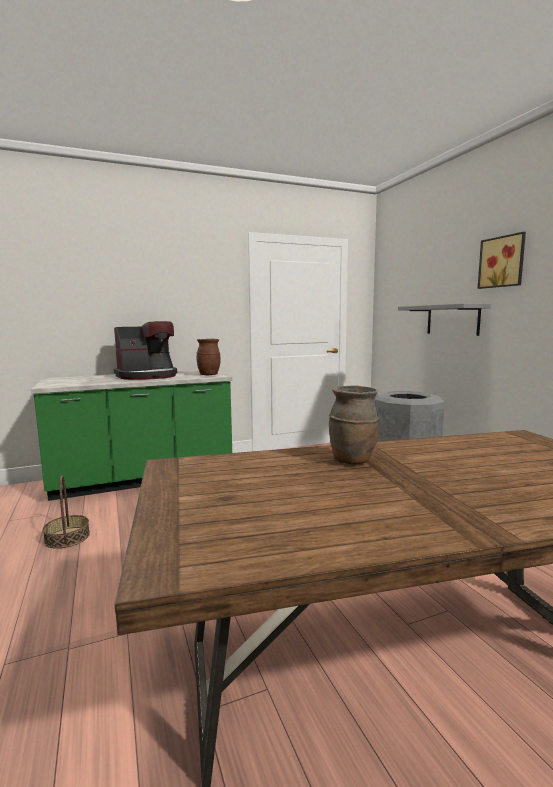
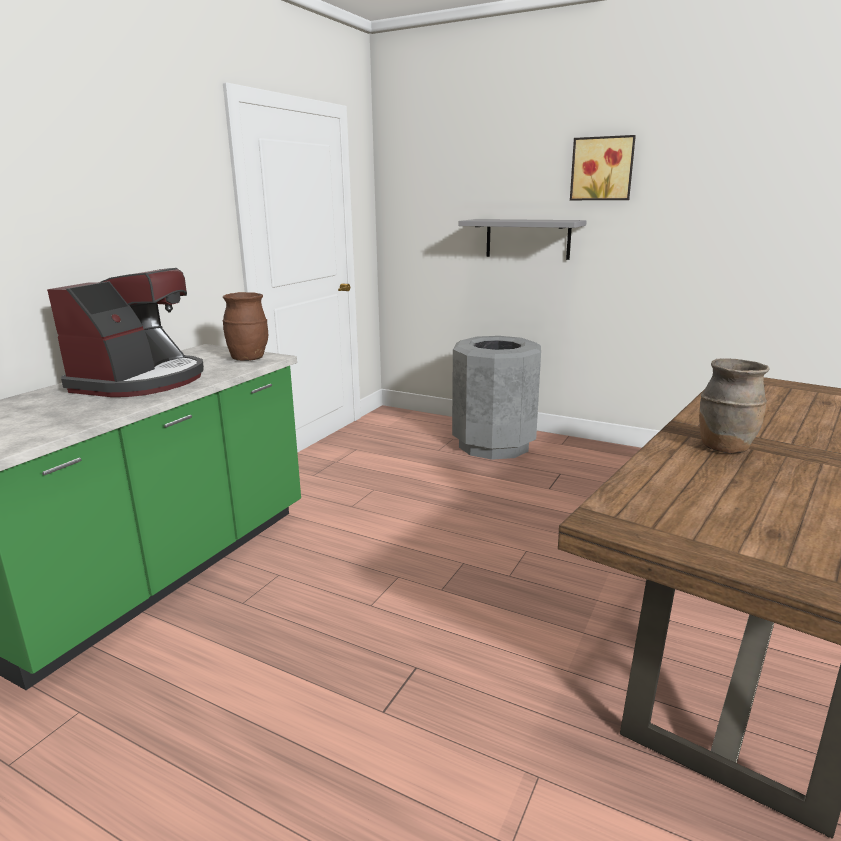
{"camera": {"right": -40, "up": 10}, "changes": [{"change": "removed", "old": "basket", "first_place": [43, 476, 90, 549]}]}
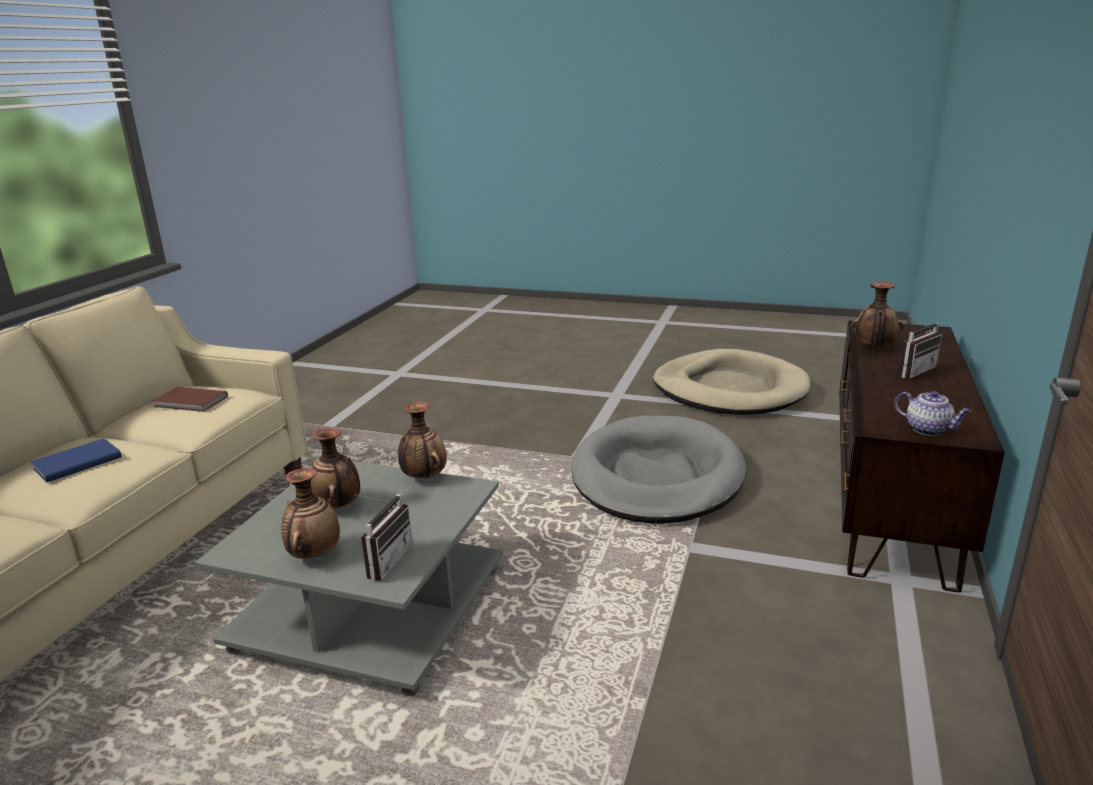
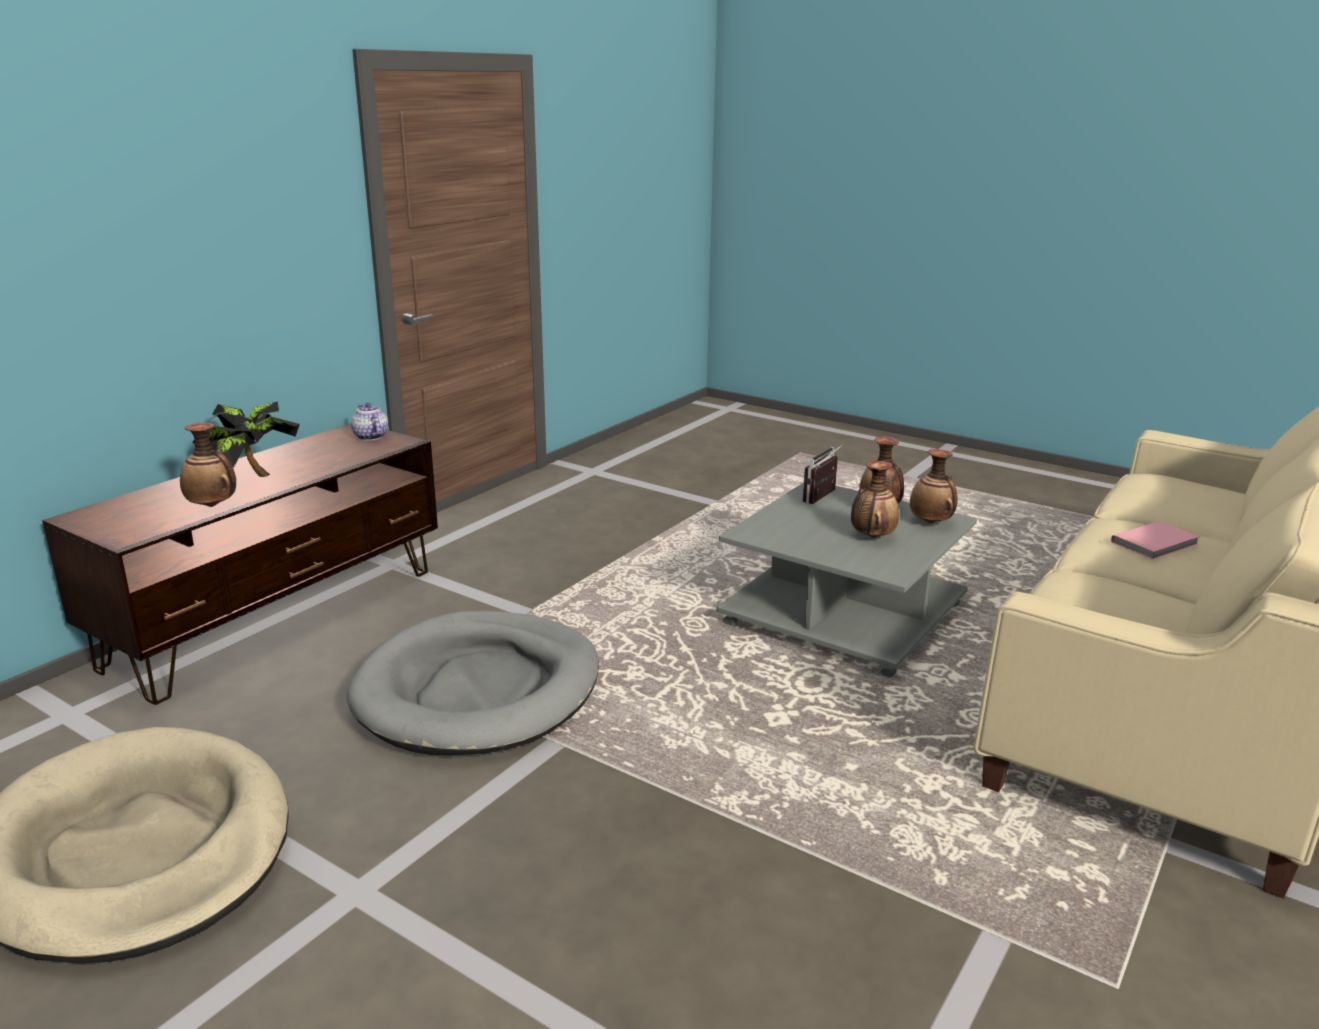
{"camera": {"right": -165, "up": 0}, "changes": [{"change": "recoloured", "old": "blue book", "new": "pink book", "first_place": [31, 438, 122, 483], "second_place": [1111, 521, 1200, 560]}, {"change": "removed", "old": "brown book", "first_place": [153, 387, 228, 412]}, {"change": "moved", "old": "vase", "first_place": [398, 402, 447, 478], "second_place": [910, 449, 958, 524]}, {"change": "replaced", "old": "radio", "new": "potted plant", "first_place": [898, 312, 942, 379], "second_place": [192, 401, 300, 477]}]}
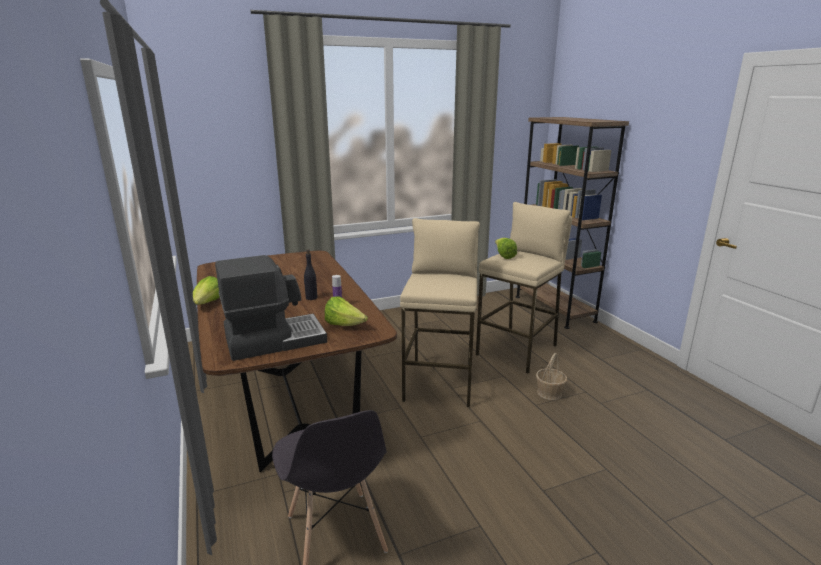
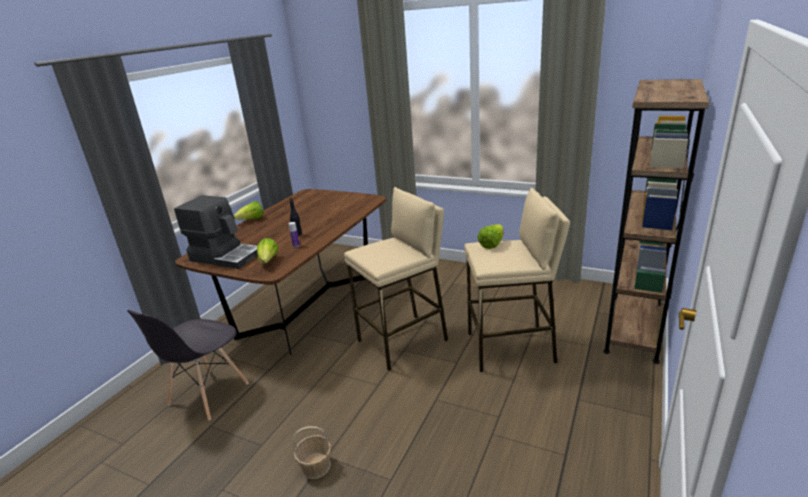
{"camera": {"right": 50, "up": 5}, "changes": [{"change": "moved", "old": "basket", "first_place": [536, 353, 567, 400], "second_place": [293, 426, 331, 479]}]}
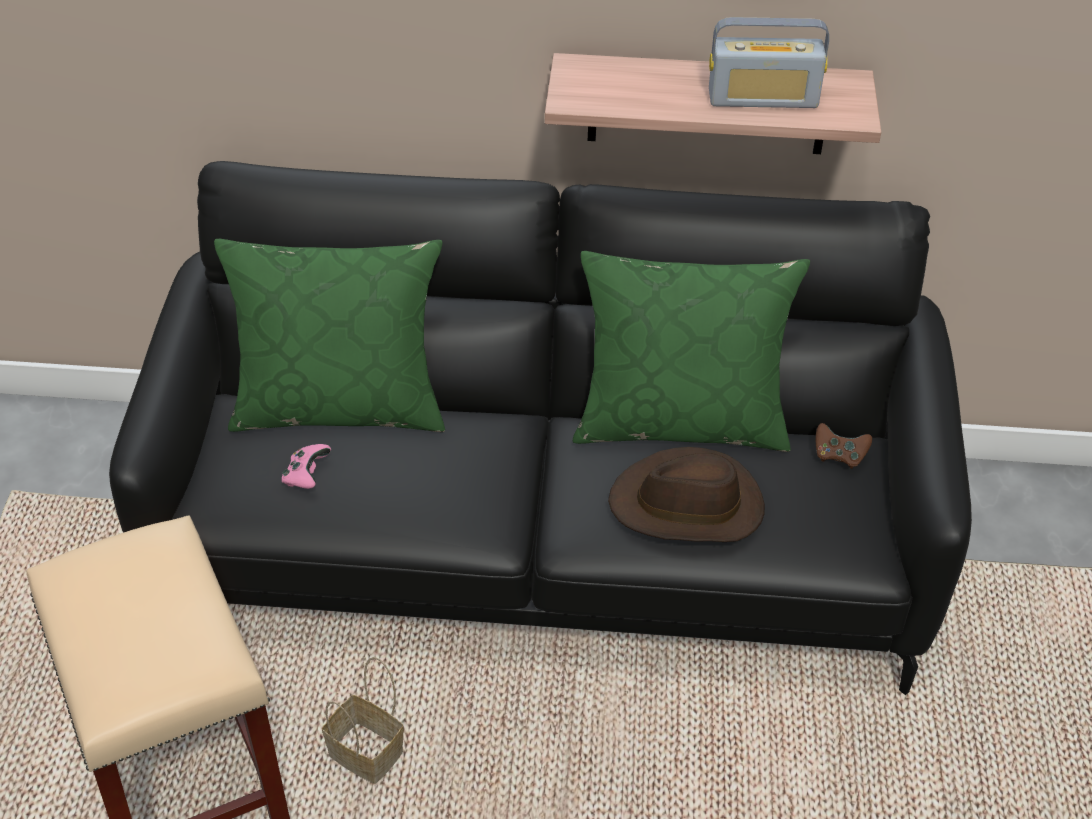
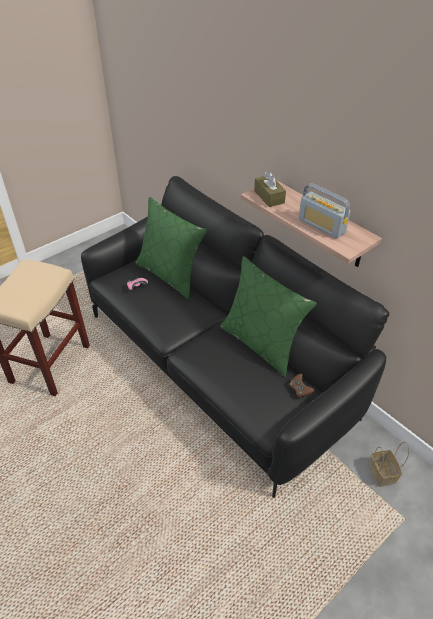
{"camera": {"right": 45, "up": 0}, "changes": [{"change": "moved", "old": "basket", "first_place": [322, 657, 404, 784], "second_place": [368, 442, 409, 487]}, {"change": "removed", "old": "brown hat", "first_place": [608, 447, 765, 542]}, {"change": "added", "new": "brown tissue box", "second_place": [254, 171, 286, 207]}]}
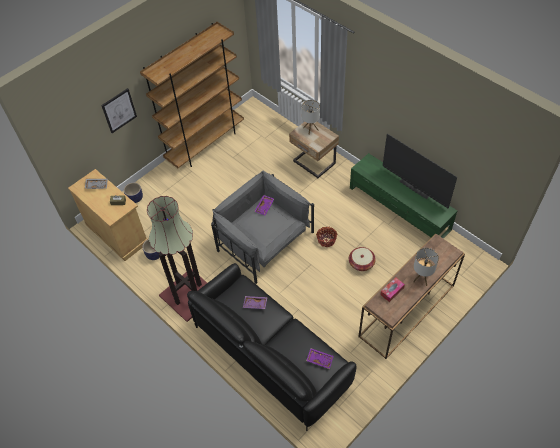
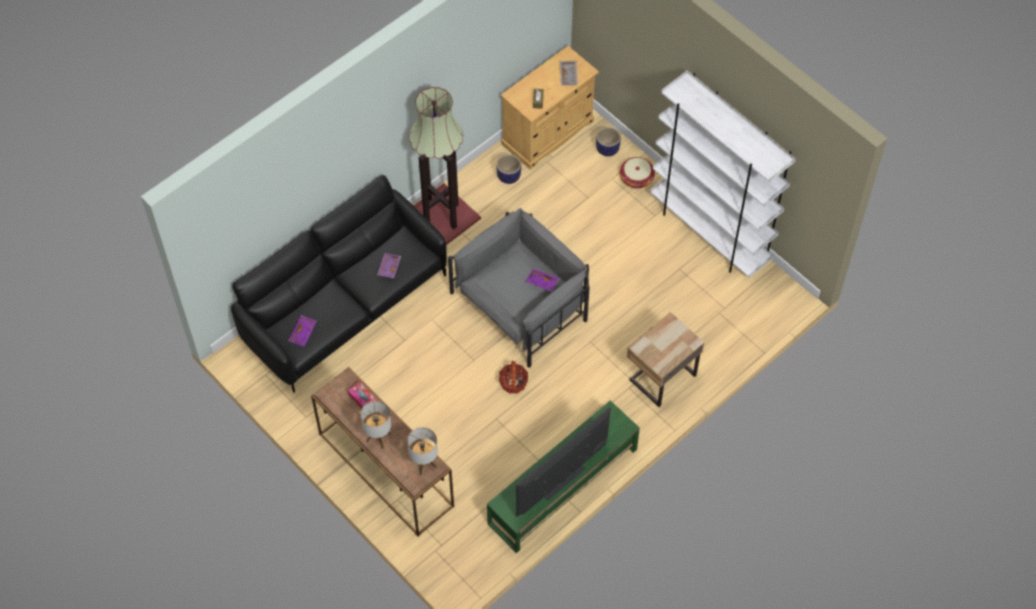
{"camera": {"right": 90, "up": 5}, "changes": [{"change": "removed", "old": "picture", "first_place": [101, 88, 137, 133]}, {"change": "recoloured", "old": "brown bookcase", "new": "white bookcase", "first_place": [140, 22, 244, 168], "second_place": [650, 70, 796, 278]}, {"change": "moved", "old": "table lamp", "first_place": [302, 100, 320, 135], "second_place": [407, 427, 438, 475]}, {"change": "moved", "old": "basket", "first_place": [349, 247, 376, 271], "second_place": [620, 157, 655, 188]}]}
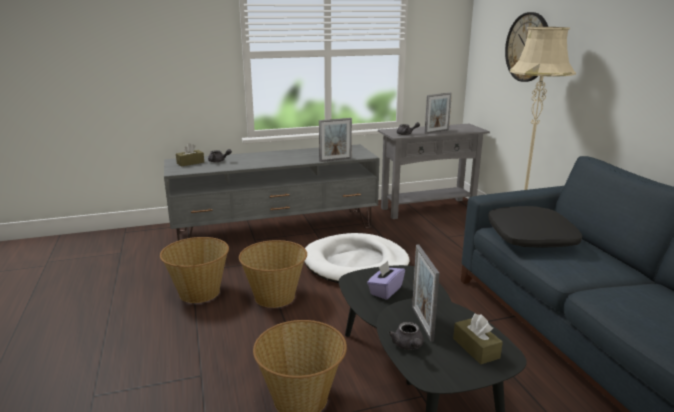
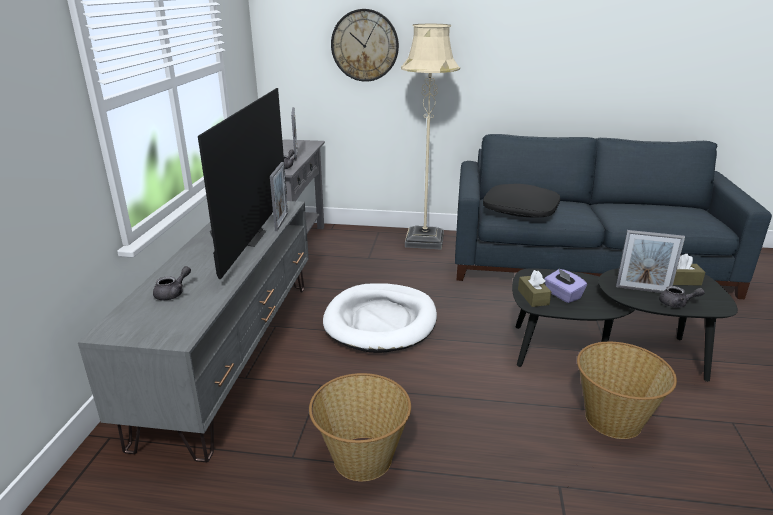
{"camera": {"right": -65, "up": 5}, "changes": [{"change": "moved", "old": "brown tissue box", "first_place": [176, 143, 204, 167], "second_place": [518, 270, 551, 307]}, {"change": "removed", "old": "basket", "first_place": [239, 240, 307, 308]}, {"change": "added", "new": "television", "second_place": [198, 88, 287, 279]}]}
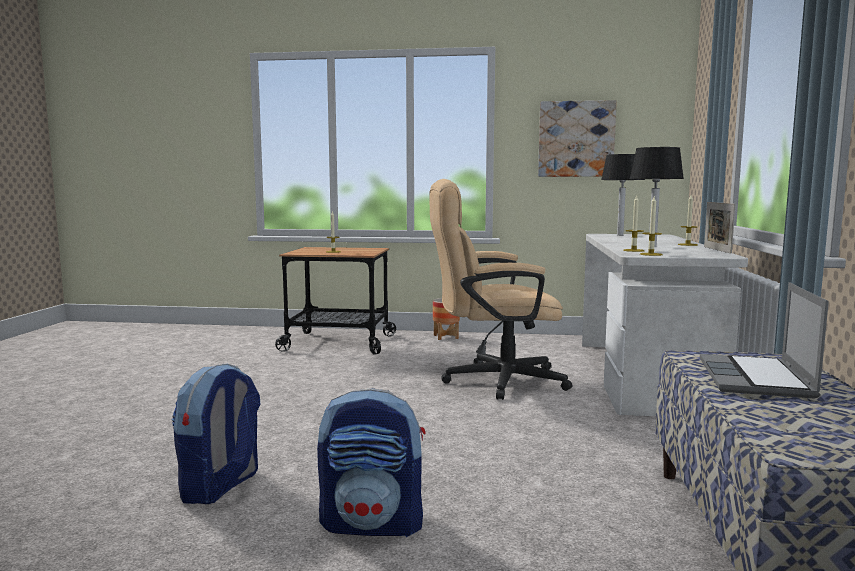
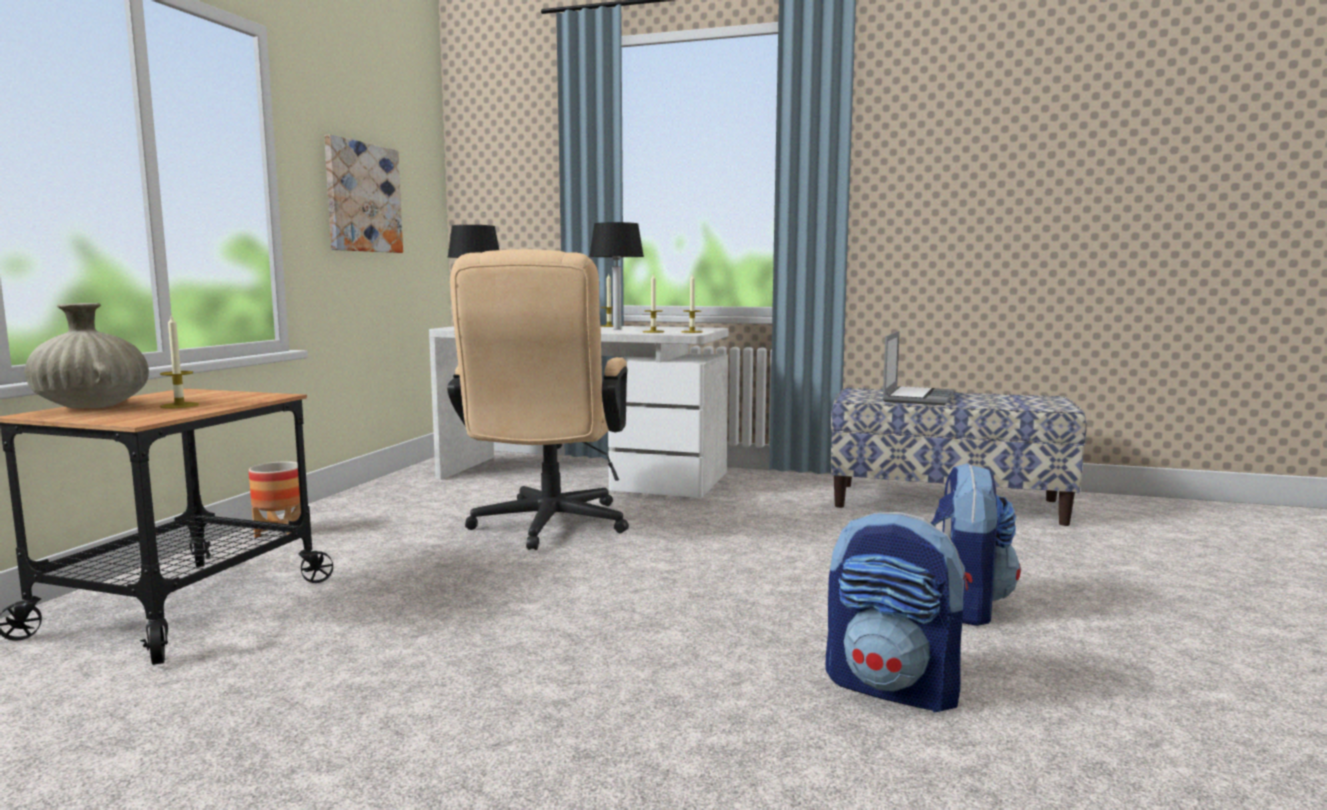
{"camera": {"right": -80, "up": 0}, "changes": [{"change": "turned", "old": "laptop", "first_place": [700, 282, 829, 399], "second_place": [882, 331, 955, 405], "degrees": -90}, {"change": "removed", "old": "picture frame", "first_place": [704, 202, 735, 254]}, {"change": "added", "new": "beige vase", "second_place": [24, 303, 149, 408]}]}
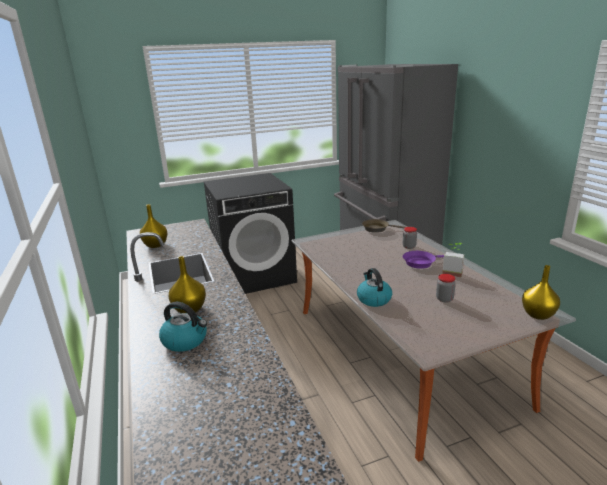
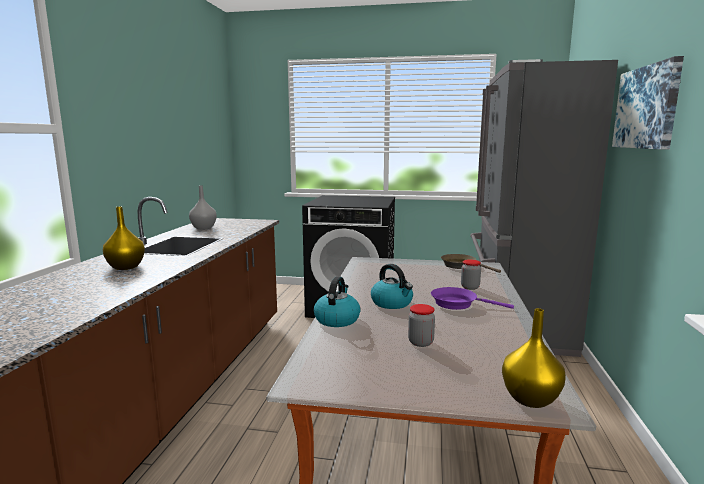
{"camera": {"right": 30, "up": -10}, "changes": [{"change": "recoloured", "old": "yellow vase", "new": "grey vase", "first_place": [140, 204, 167, 248], "second_place": [189, 185, 217, 230]}, {"change": "moved", "old": "kettle", "first_place": [159, 302, 207, 352], "second_place": [371, 264, 413, 309]}, {"change": "removed", "old": "potted plant", "first_place": [442, 243, 464, 277]}, {"change": "added", "new": "picture", "second_place": [612, 56, 684, 149]}]}
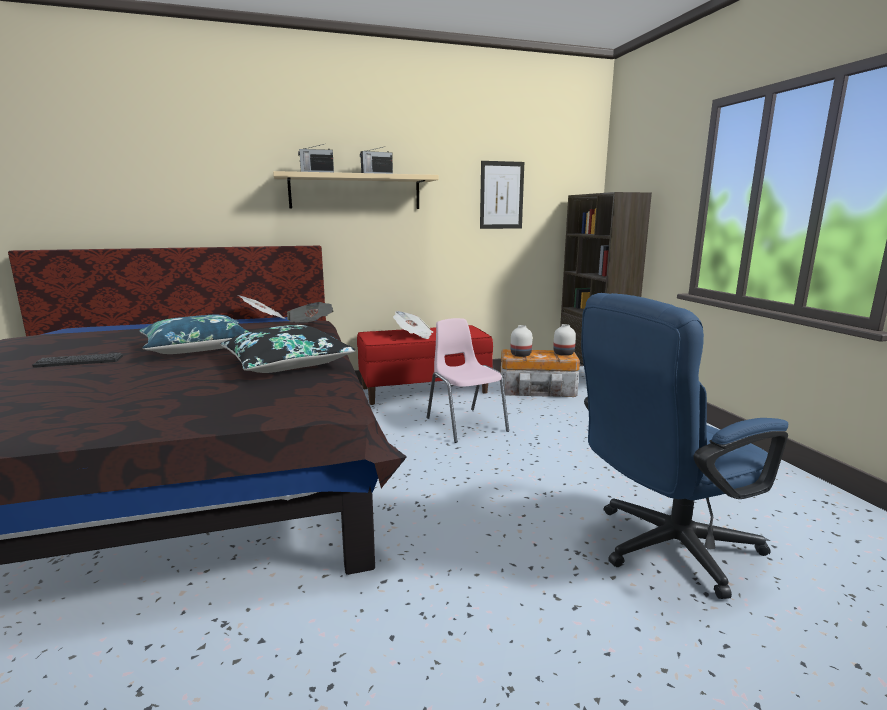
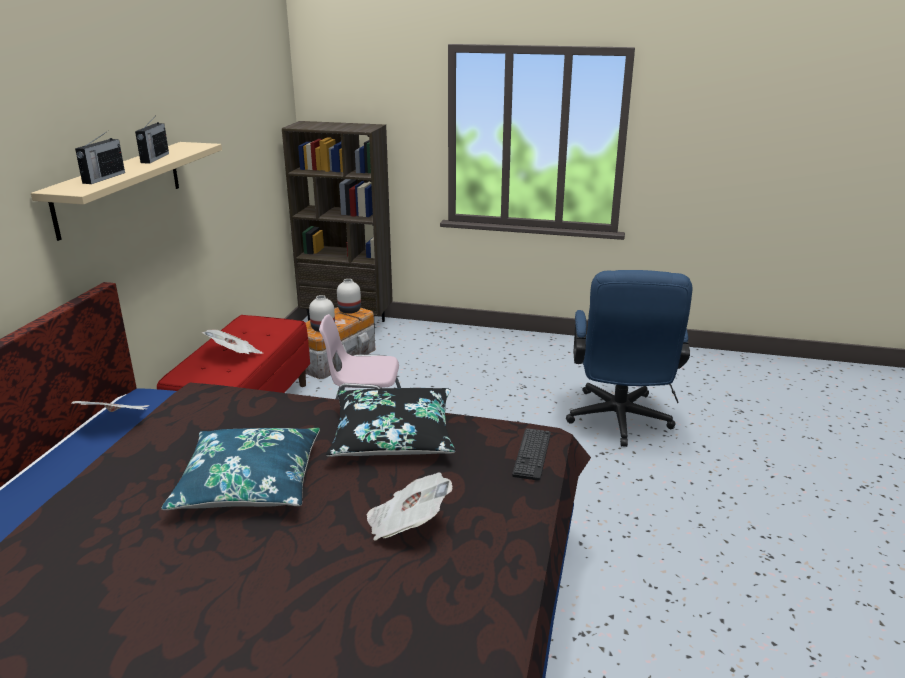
{"camera": {"right": -60, "up": 10}, "changes": [{"change": "moved", "old": "keyboard", "first_place": [32, 353, 123, 368], "second_place": [512, 428, 551, 481]}, {"change": "moved", "old": "newspaper", "first_place": [287, 302, 333, 323], "second_place": [366, 473, 452, 541]}, {"change": "removed", "old": "picture", "first_place": [480, 161, 524, 229]}]}
